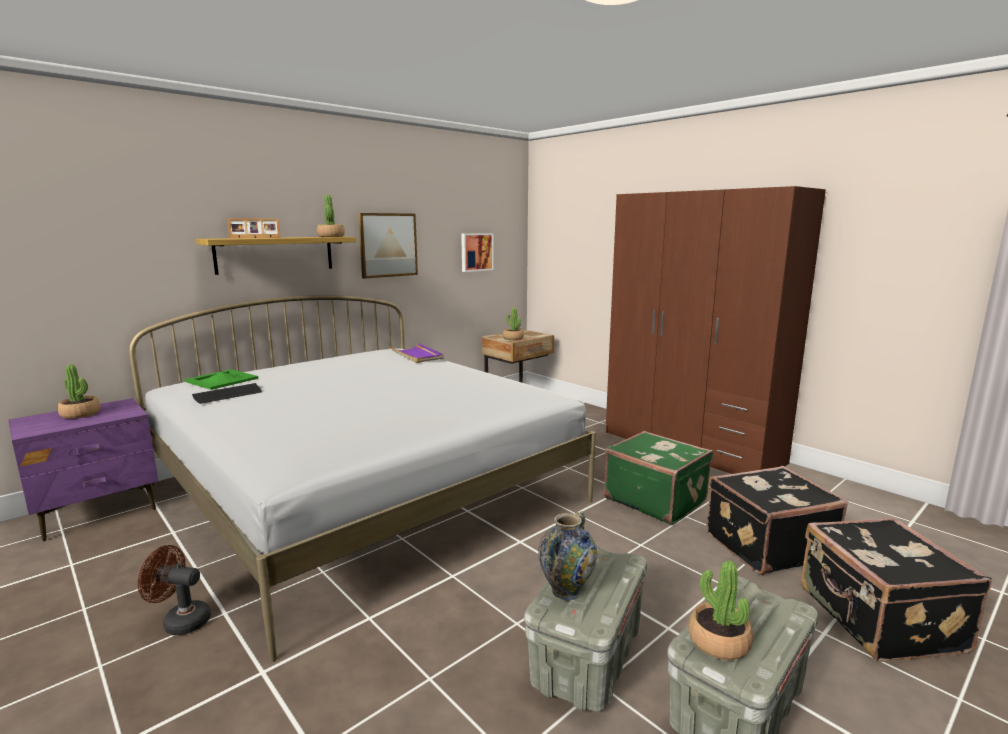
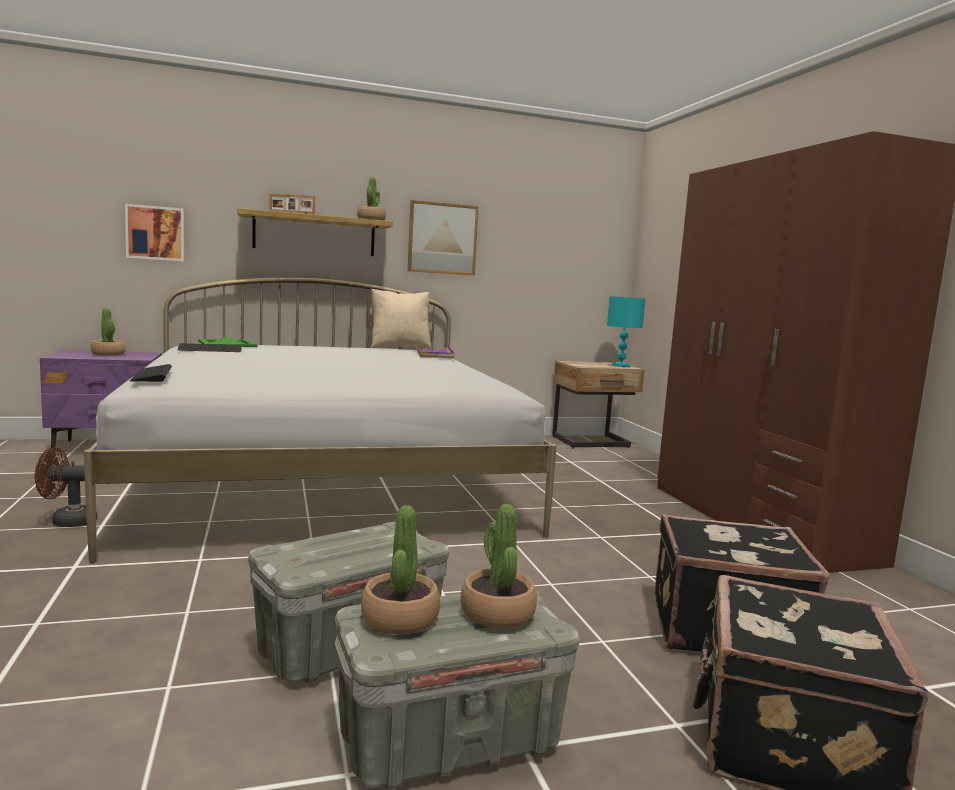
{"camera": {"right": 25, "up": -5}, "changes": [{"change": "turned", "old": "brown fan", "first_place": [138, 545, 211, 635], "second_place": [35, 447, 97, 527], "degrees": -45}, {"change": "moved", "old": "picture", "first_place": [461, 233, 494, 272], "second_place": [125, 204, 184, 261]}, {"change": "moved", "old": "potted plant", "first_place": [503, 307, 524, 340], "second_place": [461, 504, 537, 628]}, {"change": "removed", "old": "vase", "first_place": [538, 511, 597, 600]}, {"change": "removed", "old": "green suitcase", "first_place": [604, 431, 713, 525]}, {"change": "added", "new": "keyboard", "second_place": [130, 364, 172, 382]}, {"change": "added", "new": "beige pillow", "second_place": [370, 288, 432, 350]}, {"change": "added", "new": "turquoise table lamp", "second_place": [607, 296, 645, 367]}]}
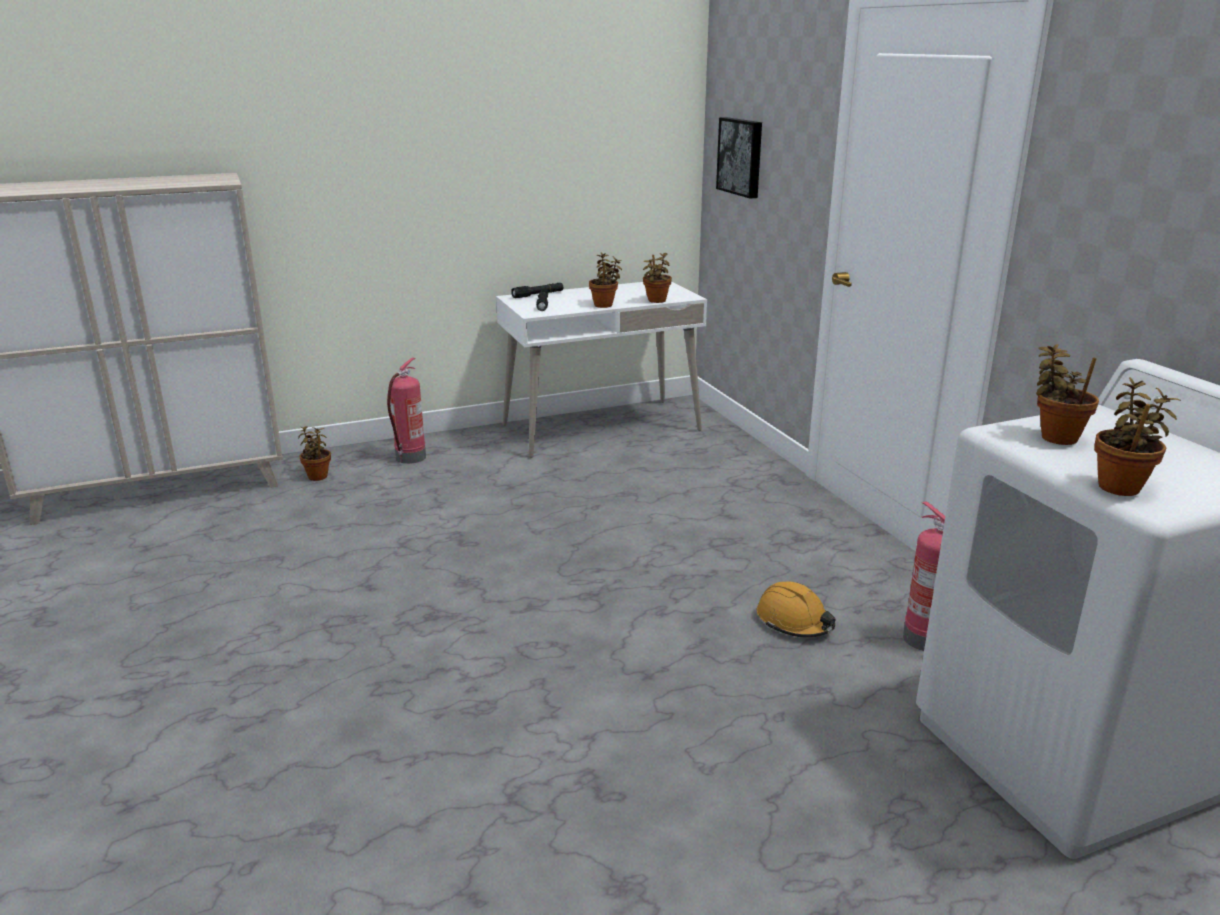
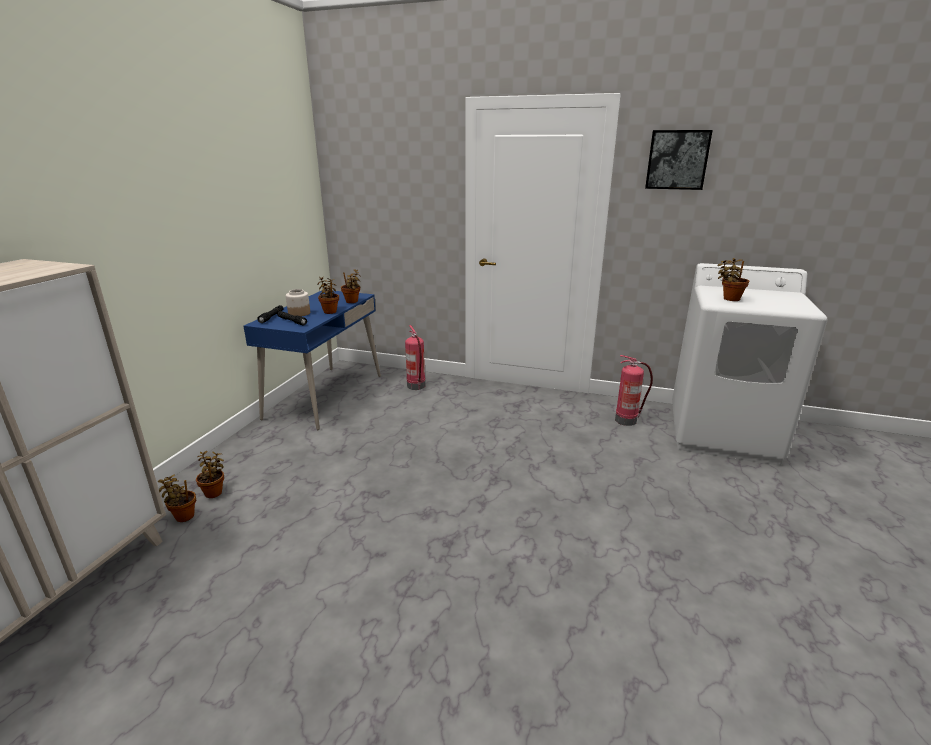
{"camera": {"right": -50, "up": 0}, "changes": [{"change": "moved", "old": "fire extinguisher", "first_place": [387, 358, 426, 464], "second_place": [405, 325, 425, 390]}, {"change": "recoloured", "old": "white desk", "new": "blue desk", "first_place": [496, 281, 707, 458], "second_place": [243, 291, 381, 430]}, {"change": "moved", "old": "picture", "first_place": [716, 117, 762, 199], "second_place": [645, 130, 713, 190]}, {"change": "removed", "old": "orange hard hat", "first_place": [757, 582, 835, 638]}, {"change": "moved", "old": "potted plant", "first_place": [1094, 377, 1181, 496], "second_place": [196, 451, 224, 498]}, {"change": "added", "new": "jar", "second_place": [286, 289, 310, 317]}]}
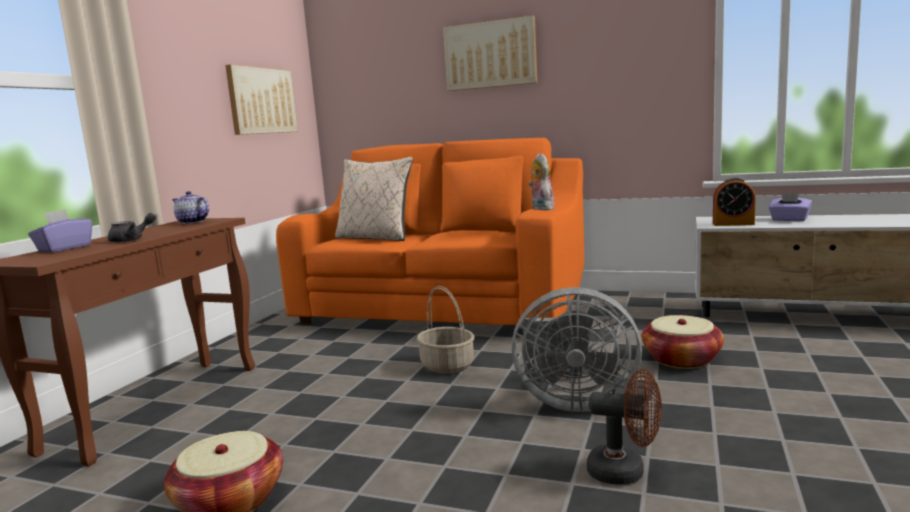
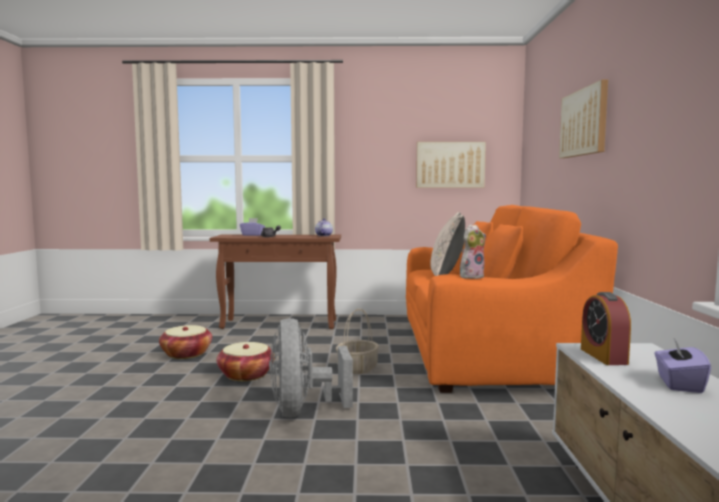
{"camera": {"right": 70, "up": -5}, "changes": [{"change": "removed", "old": "brown fan", "first_place": [587, 369, 662, 485]}, {"change": "moved", "old": "basket", "first_place": [642, 315, 724, 369], "second_place": [216, 342, 275, 381]}]}
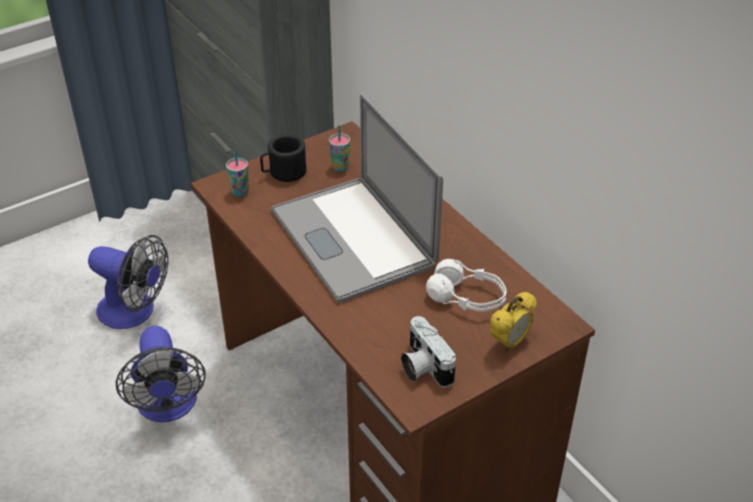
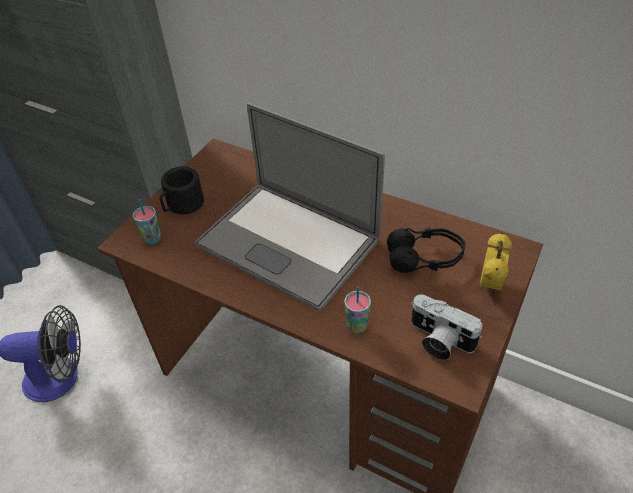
{"camera": {"right": -25, "up": 5}, "changes": [{"change": "removed", "old": "fan", "first_place": [116, 326, 206, 422]}, {"change": "moved", "old": "cup", "first_place": [329, 125, 350, 171], "second_place": [344, 287, 371, 333]}, {"change": "recoloured", "old": "white headphones", "new": "black headphones", "first_place": [426, 259, 507, 312], "second_place": [387, 226, 465, 273]}]}
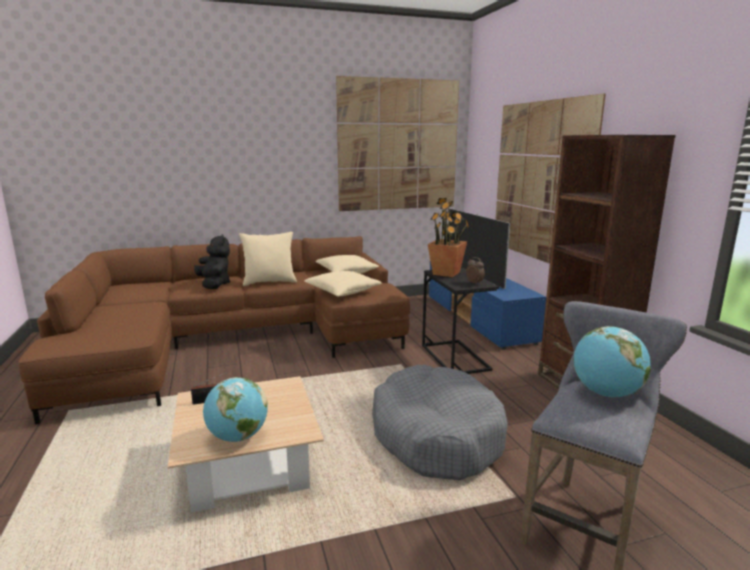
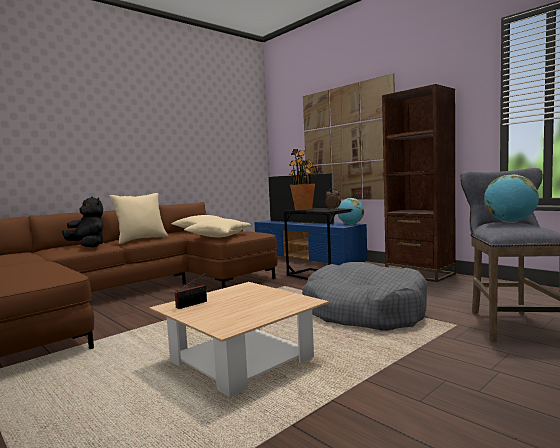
{"camera": {"right": -25, "up": -10}, "changes": [{"change": "moved", "old": "globe", "first_place": [203, 377, 268, 442], "second_place": [338, 198, 364, 225]}, {"change": "removed", "old": "picture", "first_place": [336, 76, 459, 211]}]}
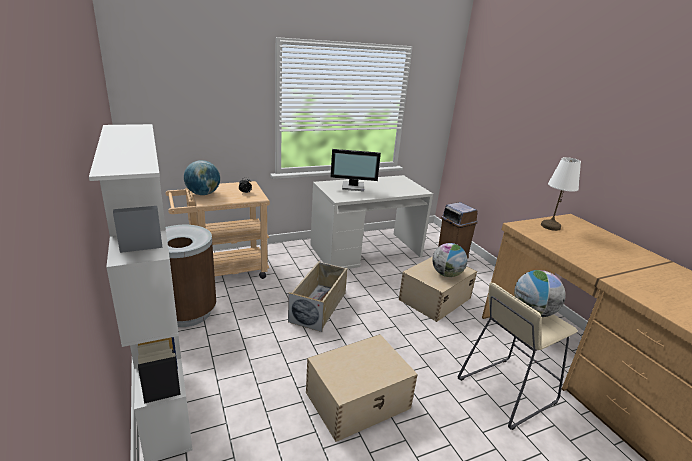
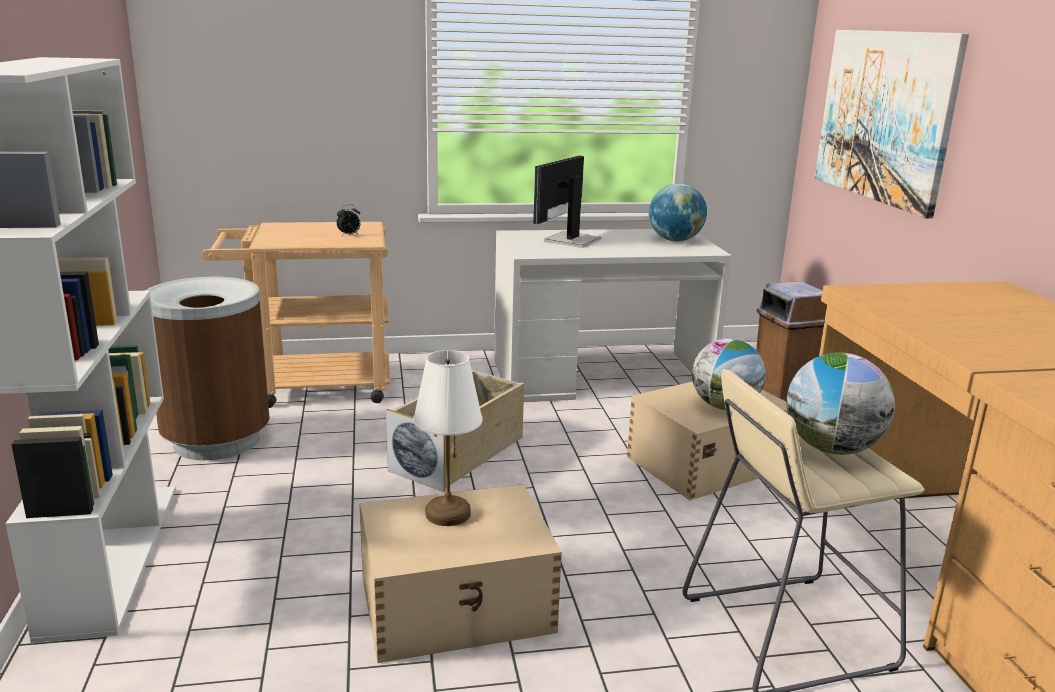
{"camera": {"right": 15, "up": -5}, "changes": [{"change": "moved", "old": "globe", "first_place": [184, 160, 220, 195], "second_place": [649, 183, 707, 241]}, {"change": "turned", "old": "monitor", "first_place": [331, 149, 381, 191], "second_place": [533, 156, 601, 248], "degrees": 105}, {"change": "moved", "old": "white table lamp", "first_place": [541, 157, 581, 231], "second_place": [413, 350, 482, 526]}, {"change": "added", "new": "picture", "second_place": [815, 30, 969, 218]}]}
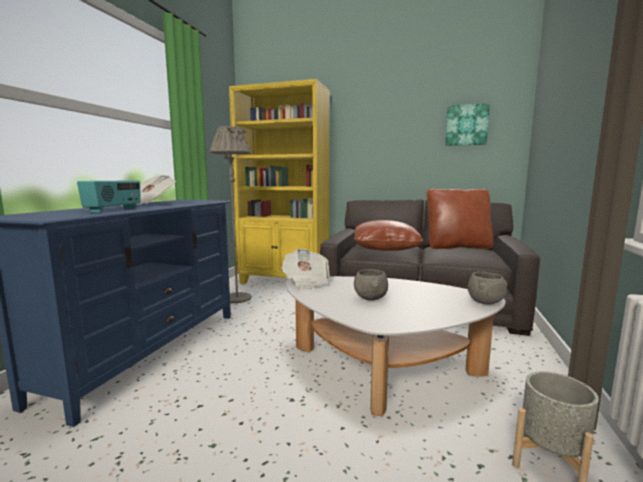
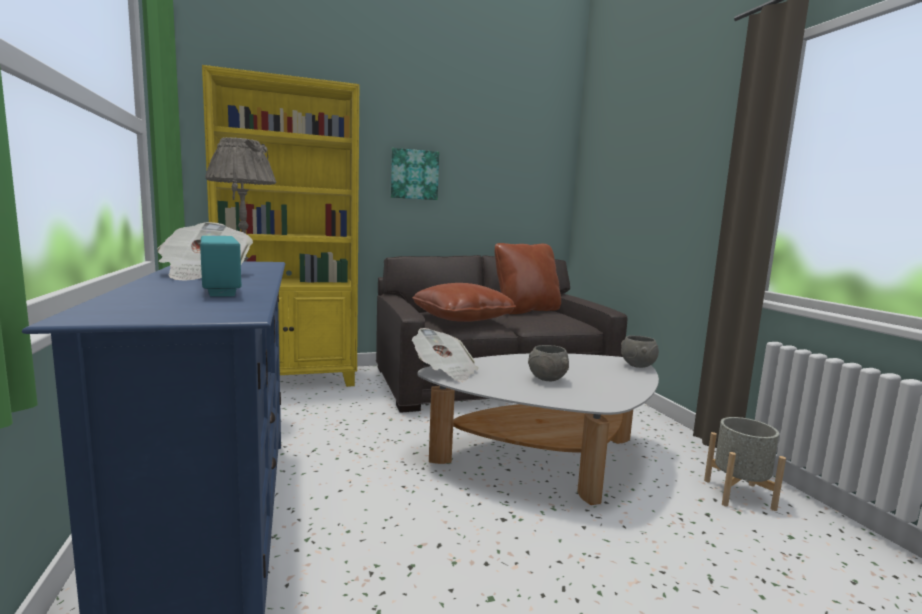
{"camera": {"right": -35, "up": 0}, "changes": [{"change": "moved", "old": "picture", "first_place": [445, 103, 490, 146], "second_place": [391, 148, 439, 200]}]}
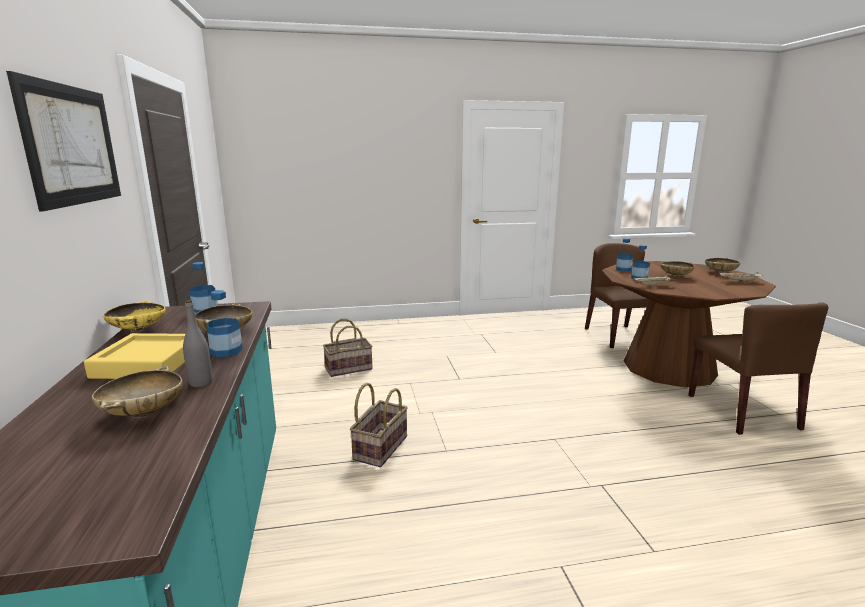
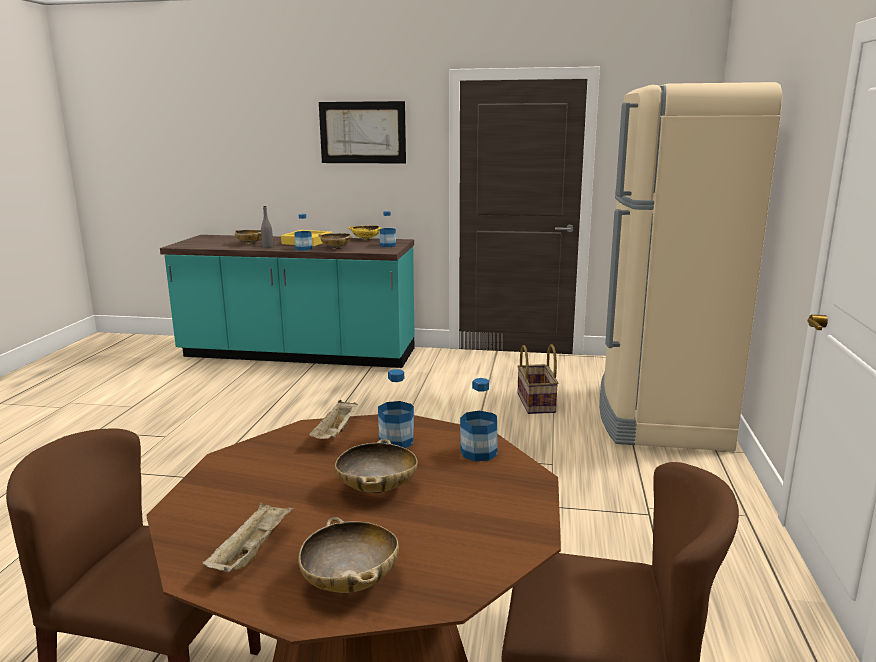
{"camera": {"right": 110, "up": 0}, "changes": [{"change": "removed", "old": "basket", "first_place": [350, 383, 408, 467]}, {"change": "added", "new": "beige fridge", "second_place": [599, 82, 782, 451]}]}
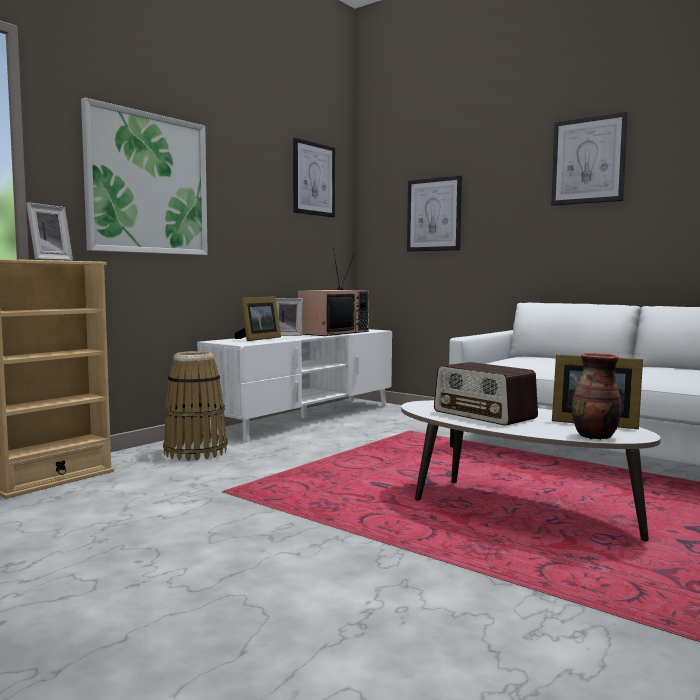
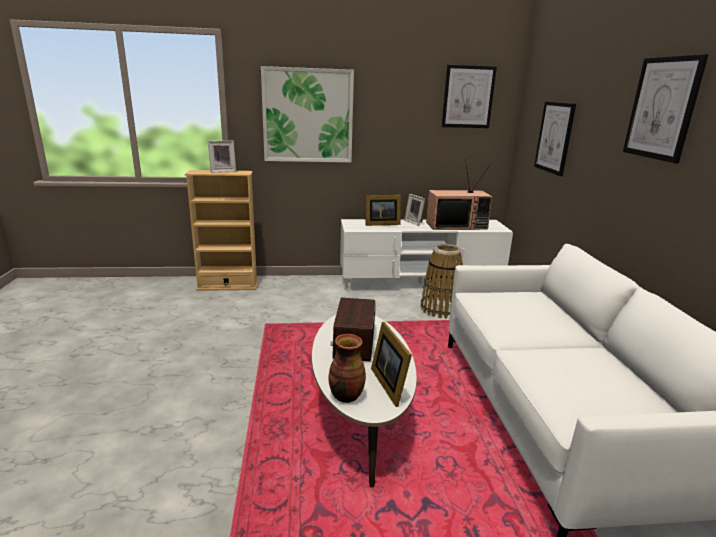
{"camera": {"right": 45, "up": 15}, "changes": [{"change": "moved", "old": "basket", "first_place": [163, 351, 228, 461], "second_place": [421, 244, 463, 319]}]}
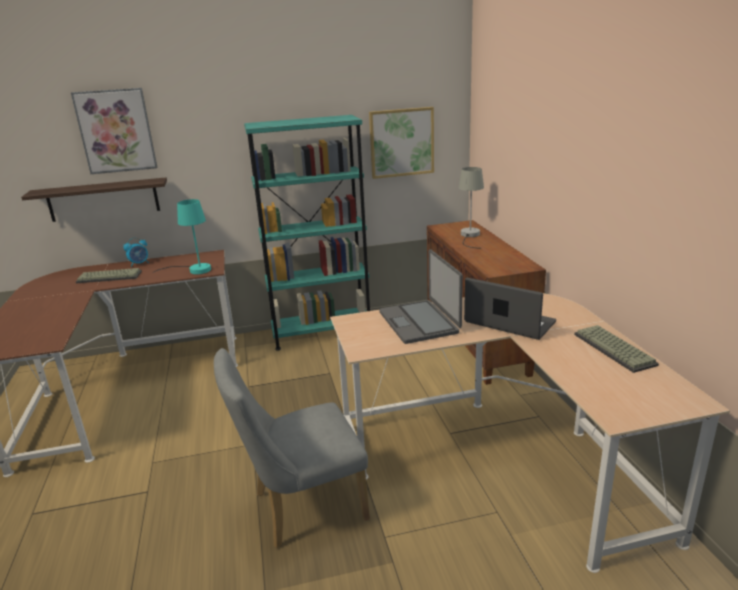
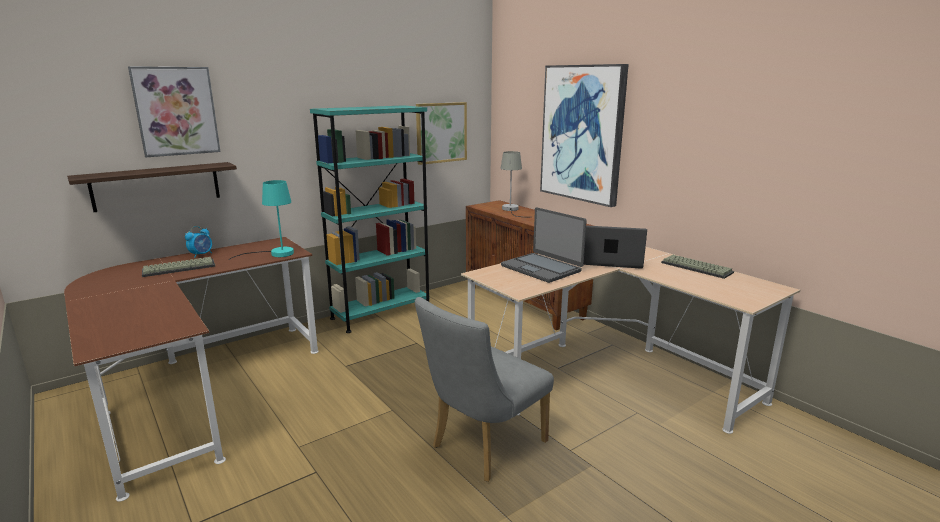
{"camera": {"right": -25, "up": -5}, "changes": [{"change": "added", "new": "picture", "second_place": [540, 64, 629, 207]}]}
